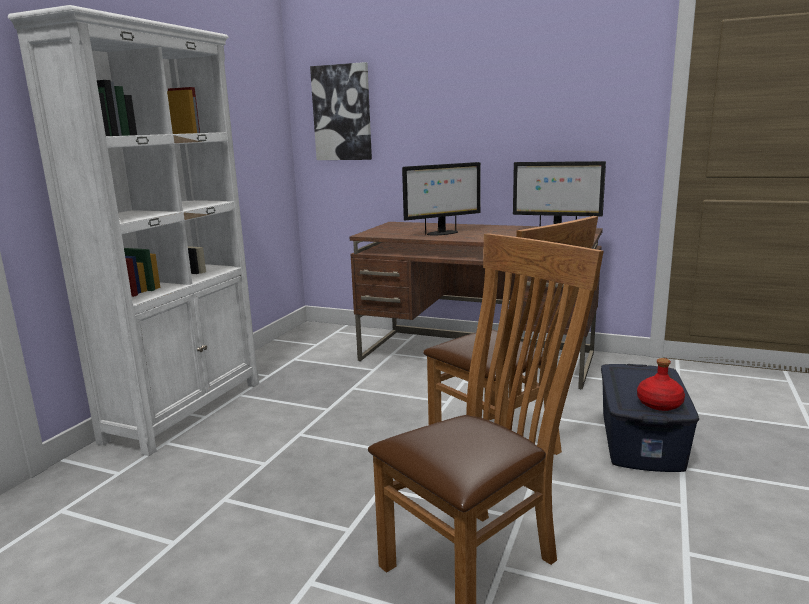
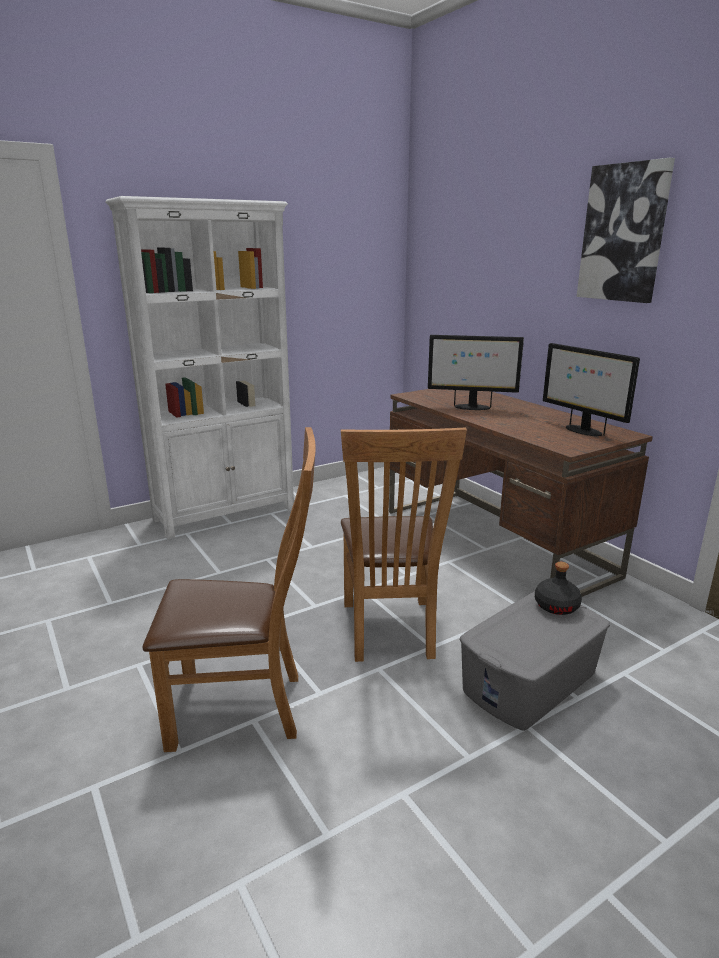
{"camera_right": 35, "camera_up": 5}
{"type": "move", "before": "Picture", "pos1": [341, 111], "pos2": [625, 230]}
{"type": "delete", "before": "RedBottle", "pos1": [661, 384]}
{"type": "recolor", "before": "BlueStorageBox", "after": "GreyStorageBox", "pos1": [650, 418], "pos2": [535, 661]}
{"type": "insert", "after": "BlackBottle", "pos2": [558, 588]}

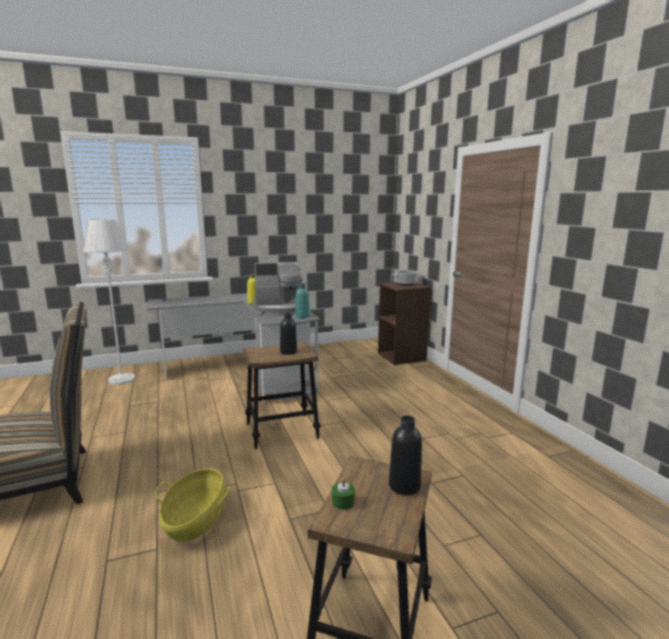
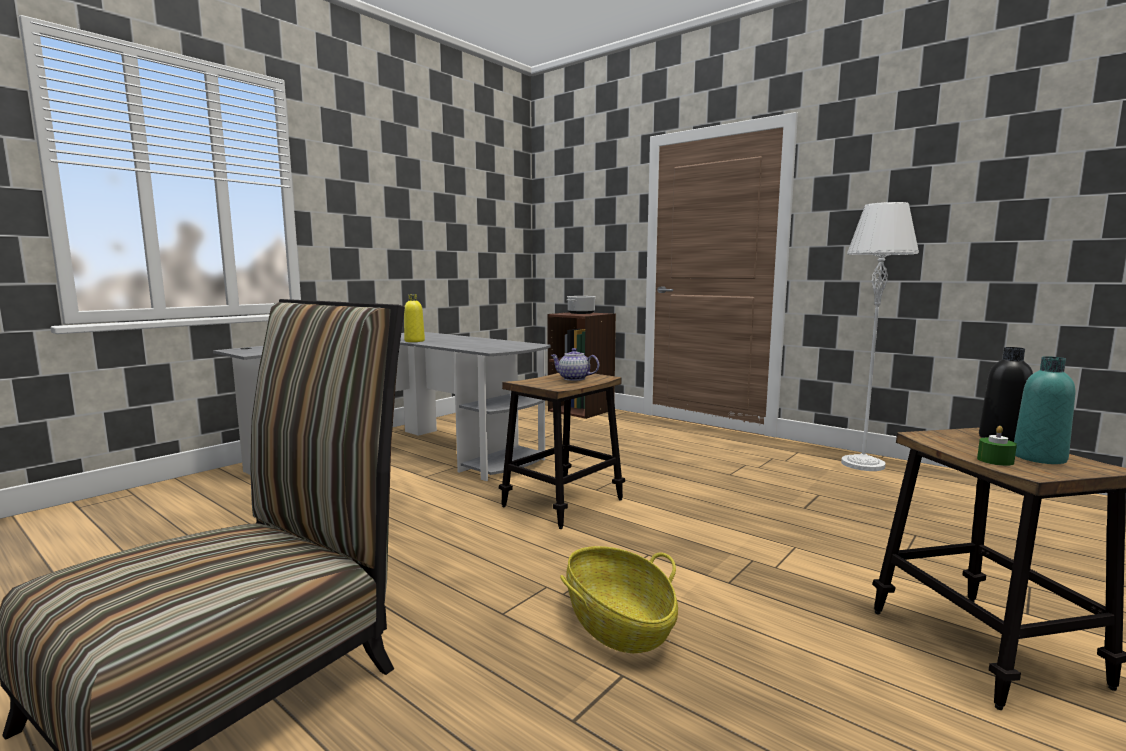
{"camera_right": -30, "camera_up": -5}
{"type": "move", "before": "WhiteFloorLamp", "pos1": [109, 302], "pos2": [880, 336]}
{"type": "delete", "before": "CoffeeMachine", "pos1": [277, 288]}
{"type": "move", "before": "TurquoiseBottle", "pos1": [302, 300], "pos2": [1044, 410]}
{"type": "replace", "before": "BlackBottle", "after": "Teapot", "pos1": [288, 334], "pos2": [575, 364]}

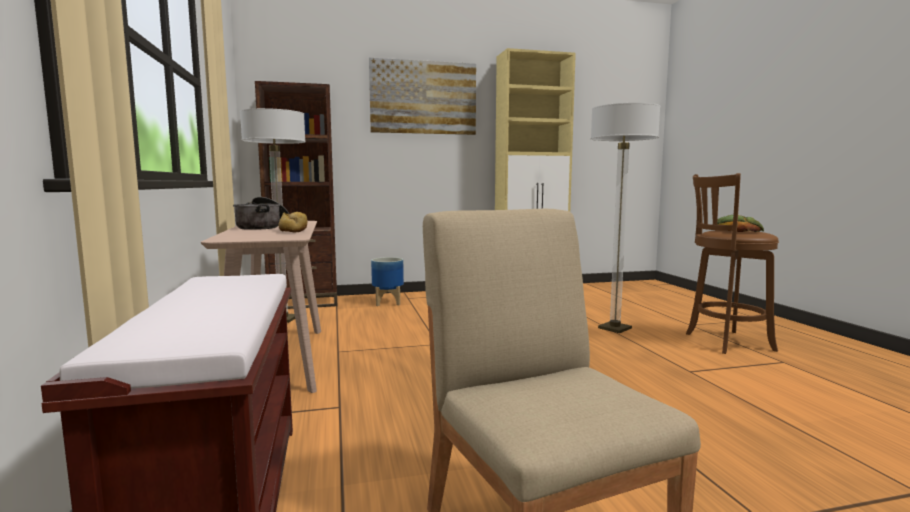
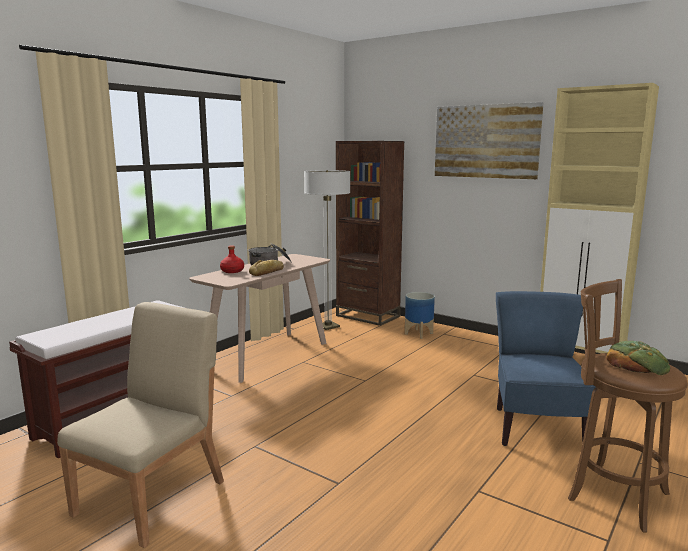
{"camera_right": 50, "camera_up": 5}
{"type": "replace", "before": "FloorLamp", "after": "BlueChair", "pos1": [625, 218], "pos2": [546, 368]}
{"type": "insert", "after": "RedBottle", "pos2": [232, 259]}

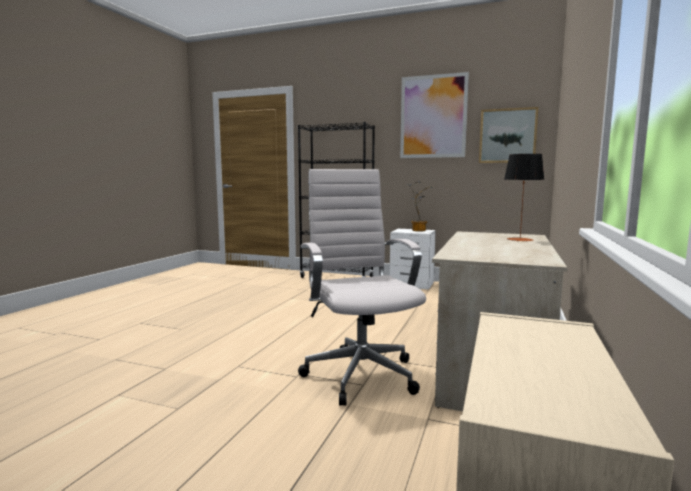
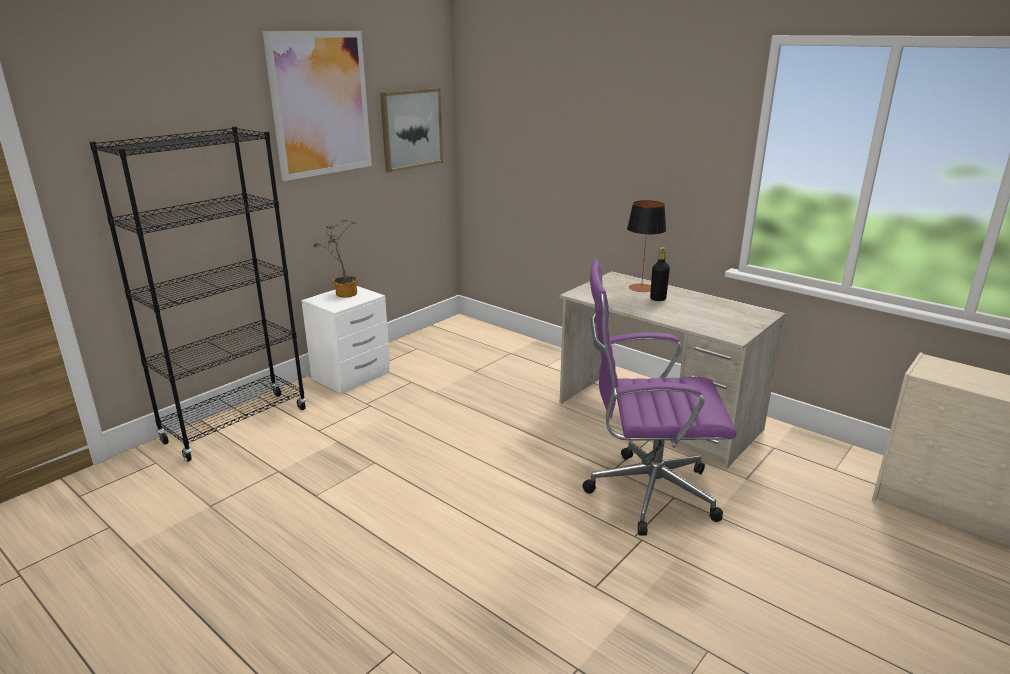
{"camera_right": -70, "camera_up": 15}
{"type": "recolor", "before": "WhiteOfficeChair", "after": "PurpleOfficeChair", "pos1": [362, 287], "pos2": [660, 397]}
{"type": "insert", "after": "BlackBottle", "pos2": [660, 274]}

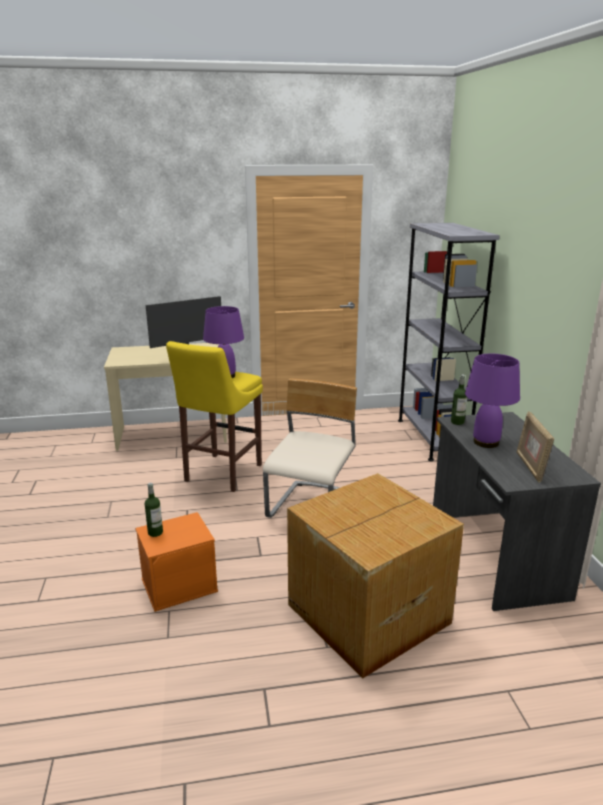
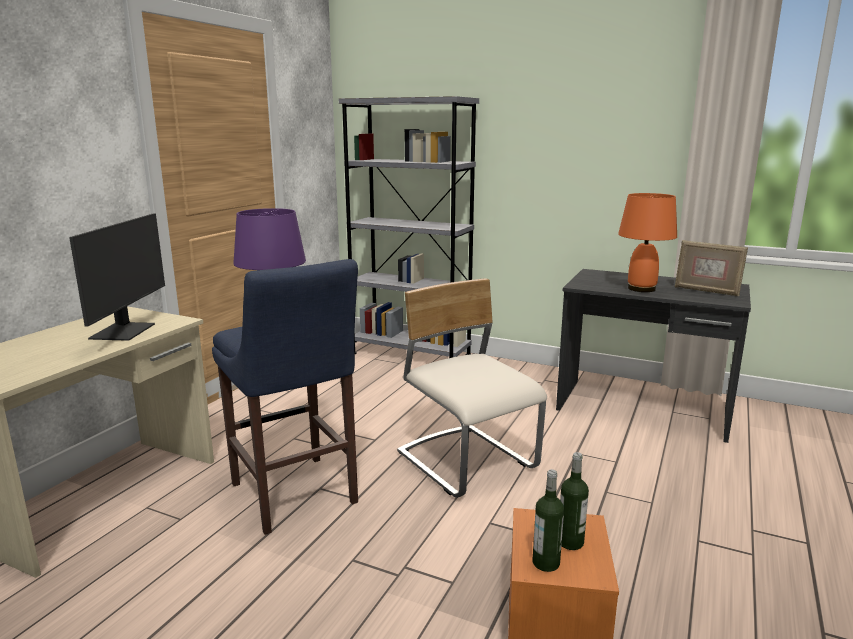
{"camera_right": -55, "camera_up": -5}
{"type": "recolor", "before": "YellowStool", "after": "BlueStool", "pos1": [214, 416], "pos2": [285, 397]}
{"type": "recolor", "before": "PurpleTableLamp", "after": "OrangeTableLamp", "pos1": [492, 401], "pos2": [647, 242]}
{"type": "move", "before": "Bottle", "pos1": [459, 400], "pos2": [574, 501]}
{"type": "delete", "before": "CardboardBox", "pos1": [375, 576]}

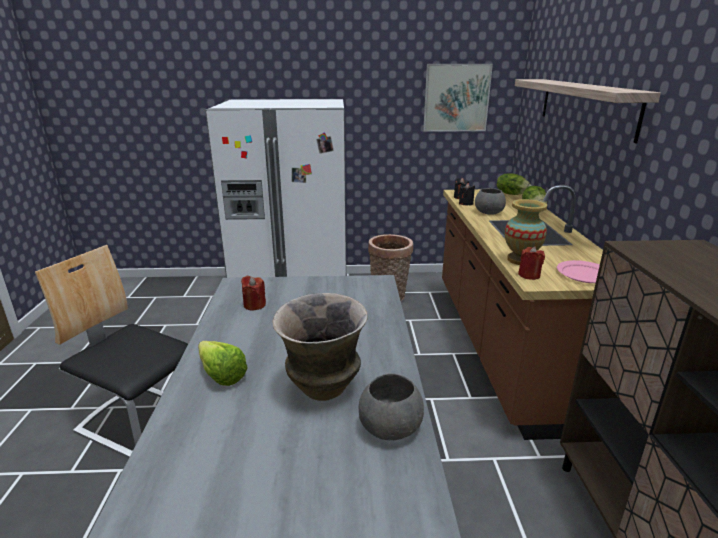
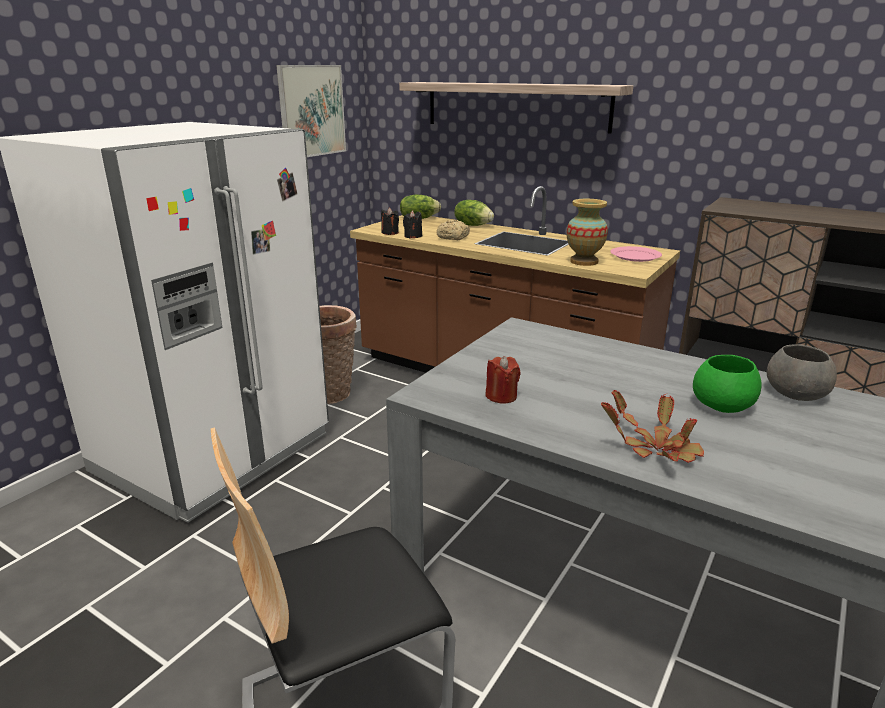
{"camera_right": -55, "camera_up": 0}
{"type": "replace", "before": "GreyBowl", "after": "Bread", "pos1": [490, 201], "pos2": [453, 230]}
{"type": "delete", "before": "RedCandle", "pos1": [531, 263]}
{"type": "replace", "before": "Vase", "after": "GreenBowl", "pos1": [320, 347], "pos2": [727, 384]}
{"type": "replace", "before": "Lettuce", "after": "PottedPlant", "pos1": [223, 363], "pos2": [652, 426]}

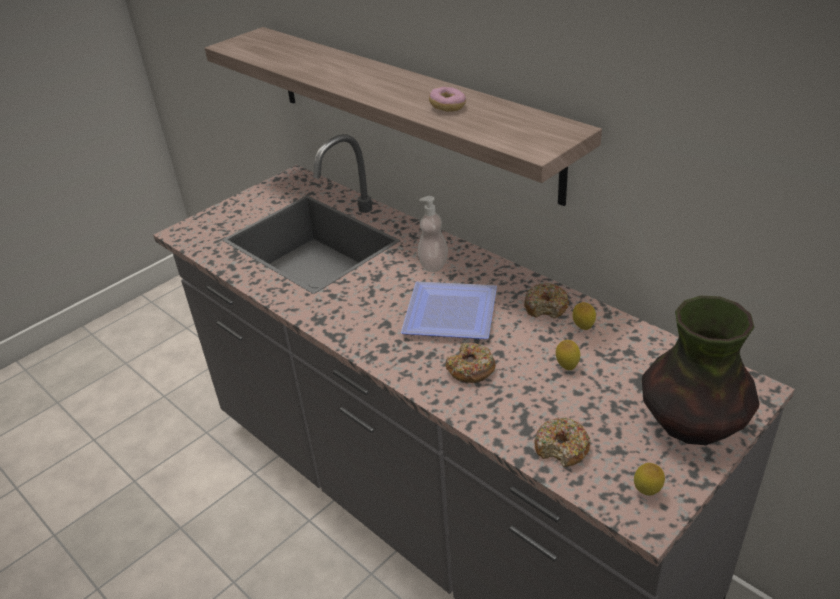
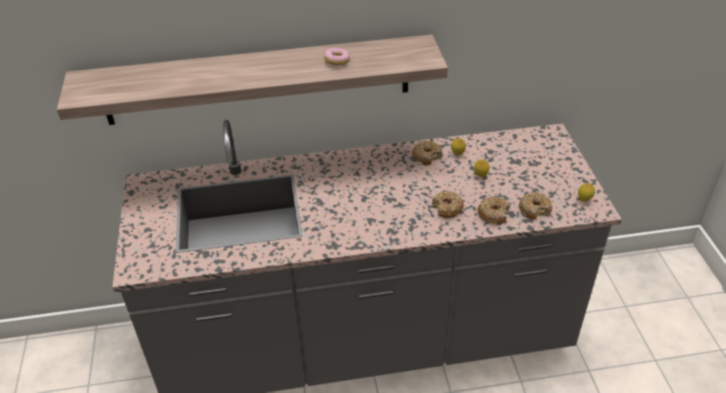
{"camera_right": -55, "camera_up": 5}
{"type": "delete", "before": "SoapDispenser", "pos1": [433, 234]}
{"type": "delete", "before": "Plate", "pos1": [449, 310]}
{"type": "delete", "before": "Vase", "pos1": [701, 370]}
{"type": "insert", "after": "Donut", "pos2": [493, 211]}

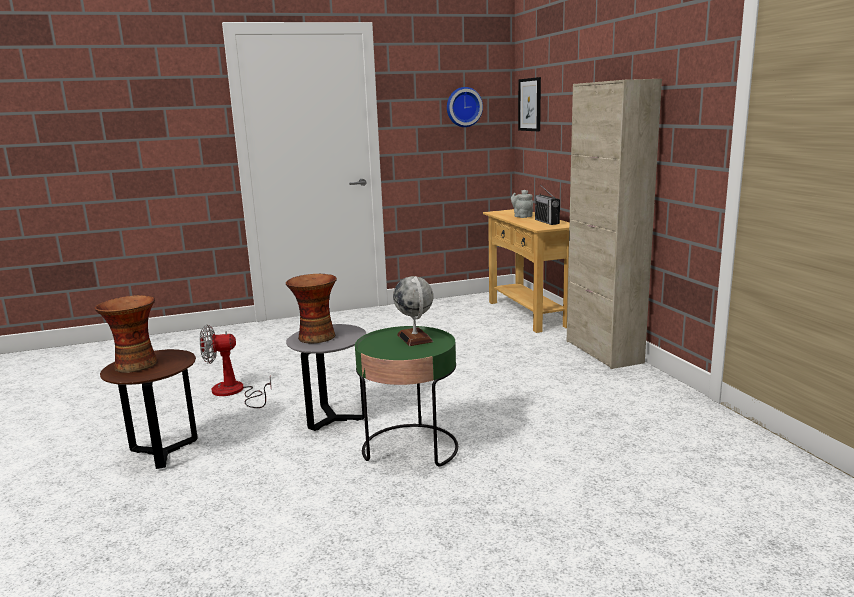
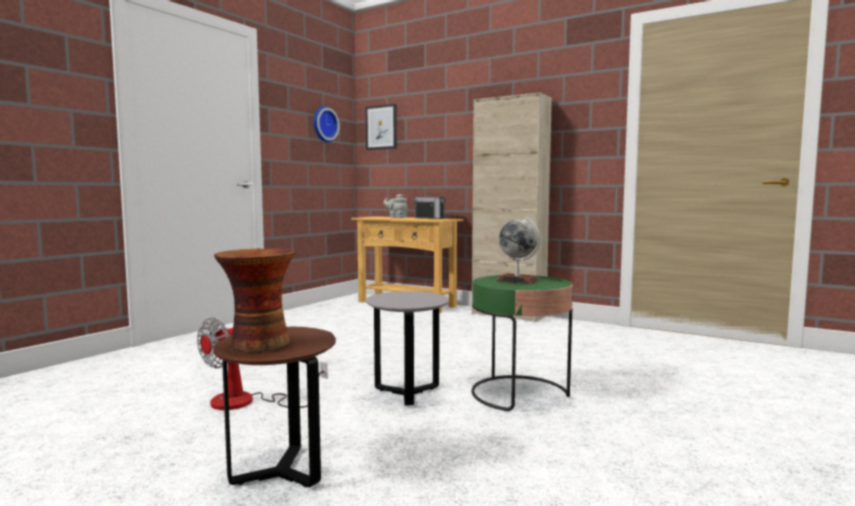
{"camera_right": -40, "camera_up": -10}
{"type": "delete", "before": "Vase", "pos1": [311, 308]}

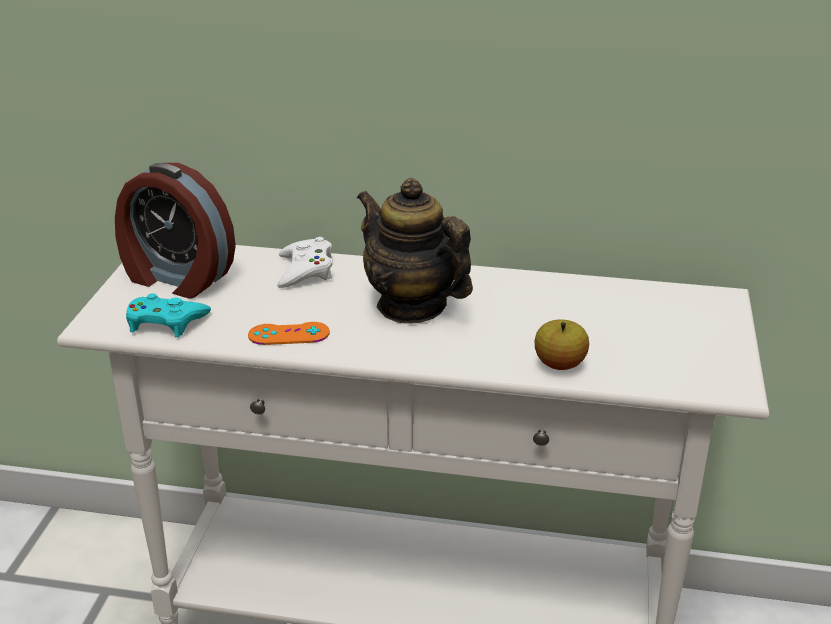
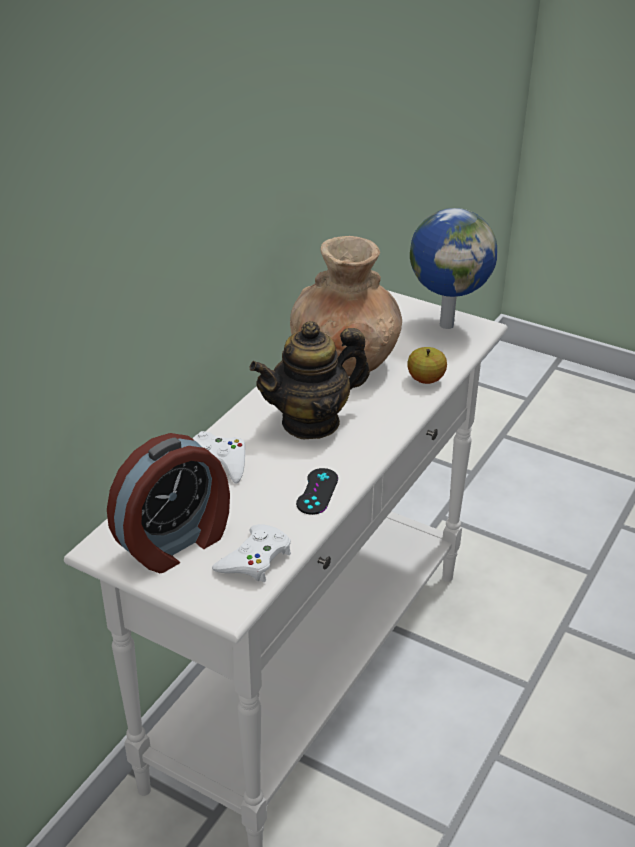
{"camera_right": -70, "camera_up": 5}
{"type": "recolor", "before": "TurquoiseGameController", "after": "WhiteGameController", "pos1": [168, 315], "pos2": [251, 553]}
{"type": "recolor", "before": "OrangeGameController", "after": "BlackGameController", "pos1": [289, 333], "pos2": [317, 491]}
{"type": "insert", "after": "Globe", "pos2": [453, 268]}
{"type": "insert", "after": "BrownVase", "pos2": [346, 306]}

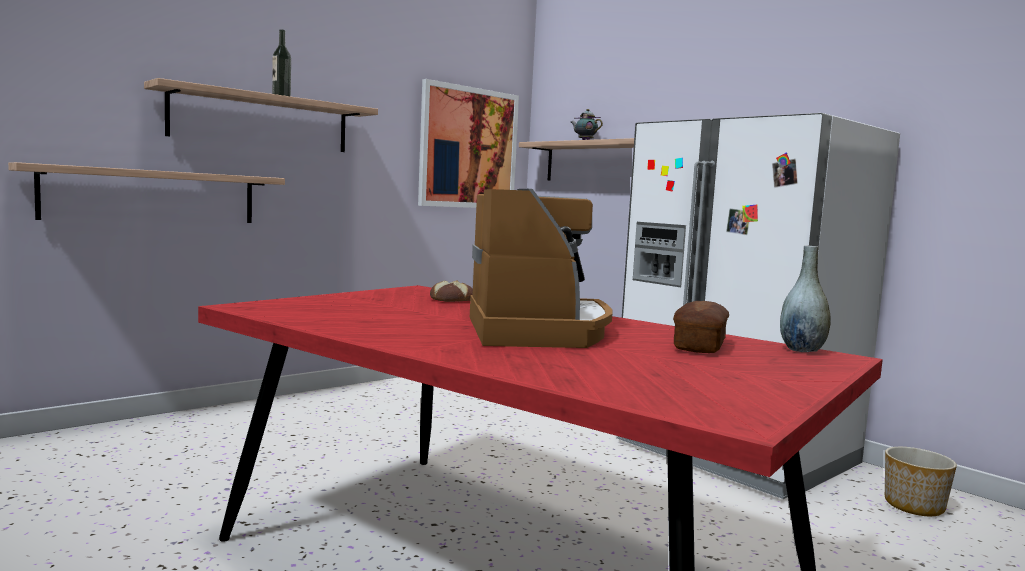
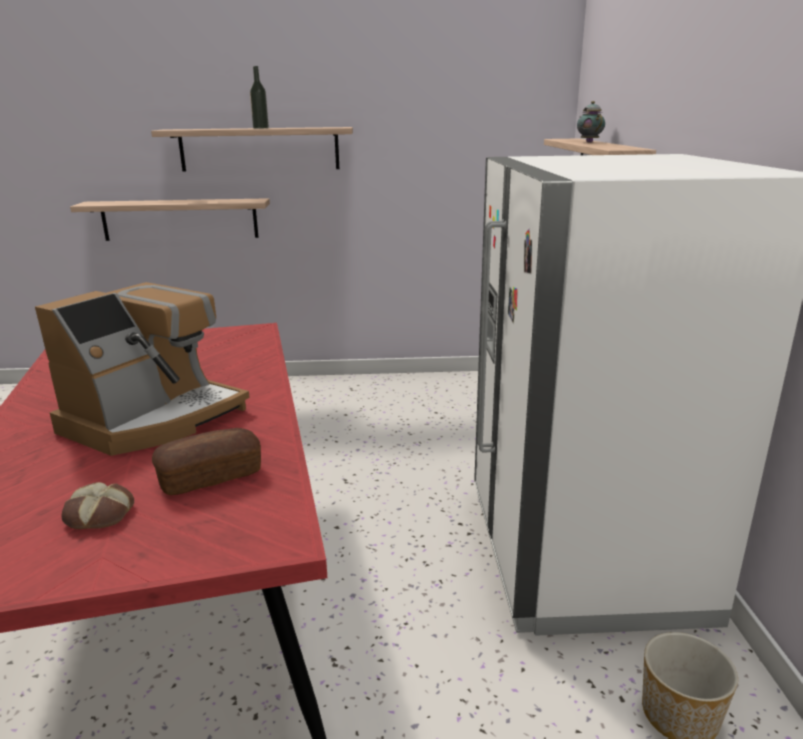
{"camera_right": 40, "camera_up": 15}
{"type": "delete", "before": "Picture", "pos1": [468, 143]}
{"type": "delete", "before": "GreyVase", "pos1": [805, 298]}
{"type": "move", "before": "Bread", "pos1": [451, 291], "pos2": [98, 505]}

